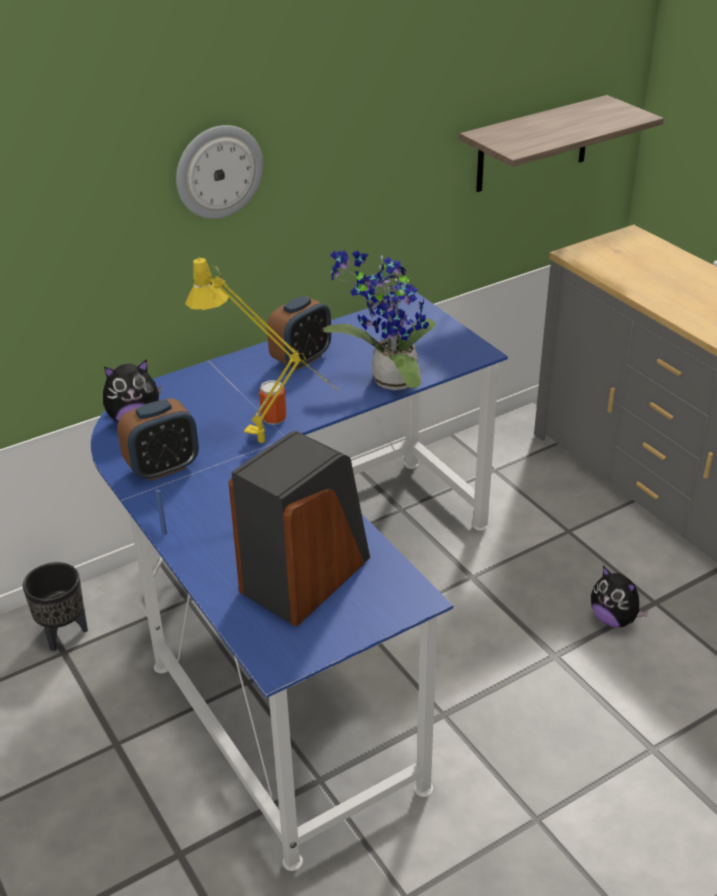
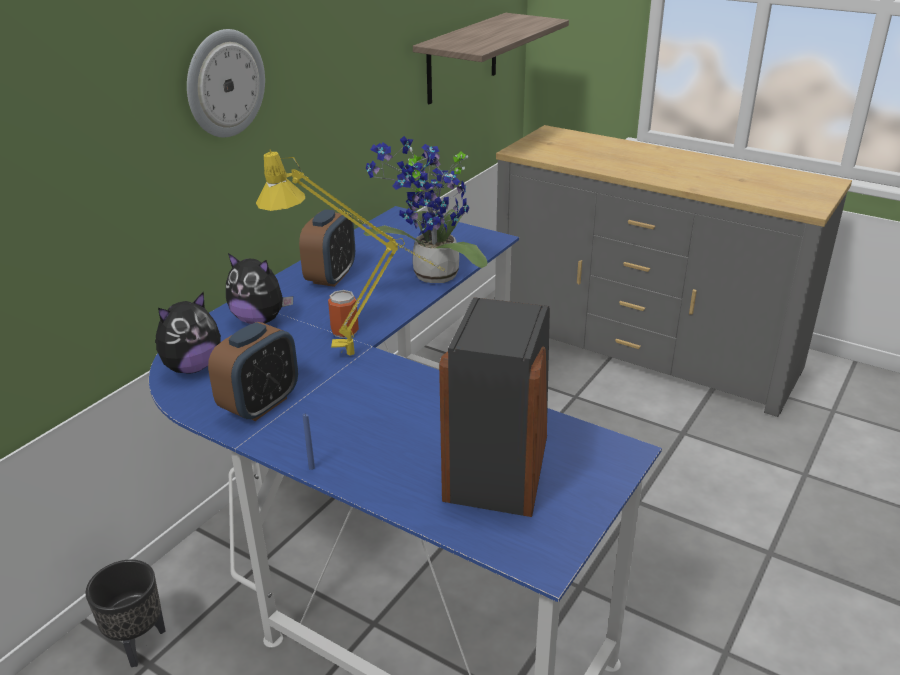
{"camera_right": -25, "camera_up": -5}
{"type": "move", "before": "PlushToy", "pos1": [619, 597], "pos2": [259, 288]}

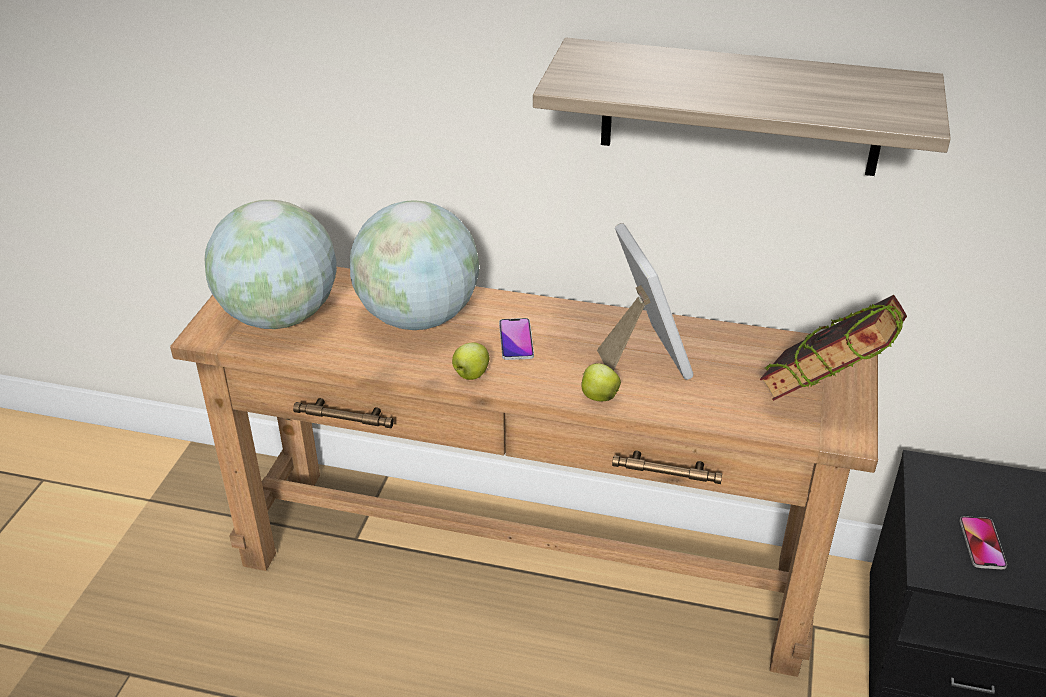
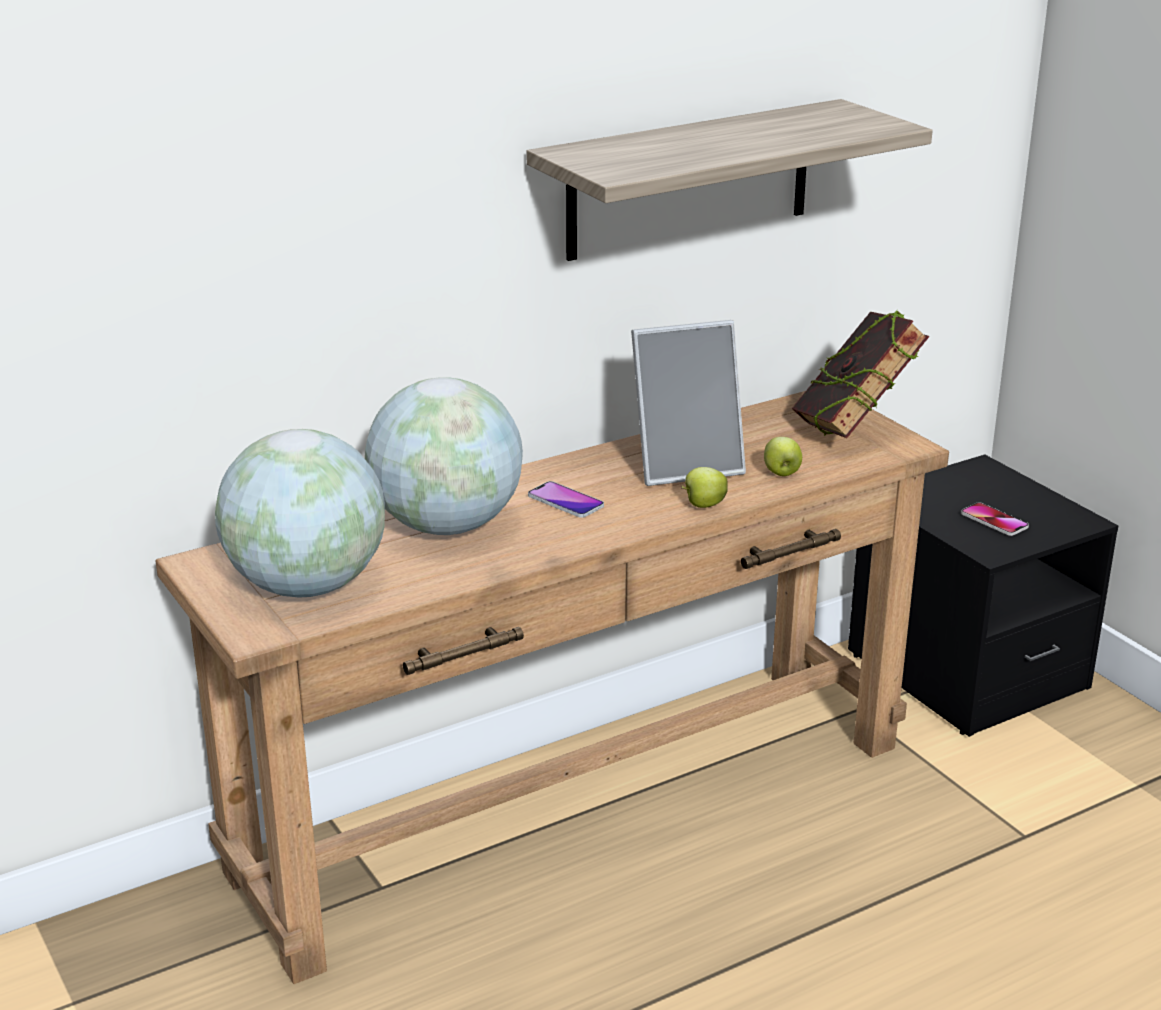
{"camera_right": -45, "camera_up": -10}
{"type": "rotate", "before": "PictureFrame", "pos1": [645, 301], "pos2": [688, 403], "turn": 135}
{"type": "move", "before": "Apple", "pos1": [471, 361], "pos2": [783, 456]}

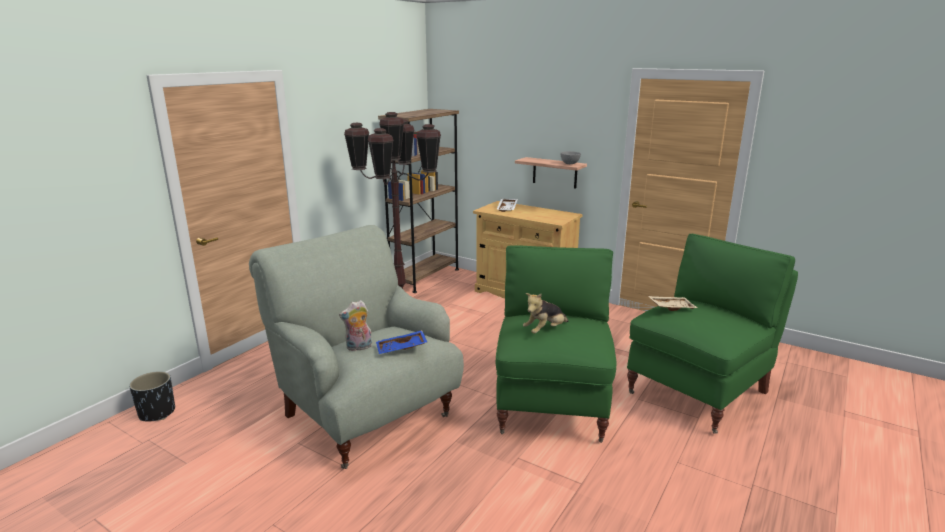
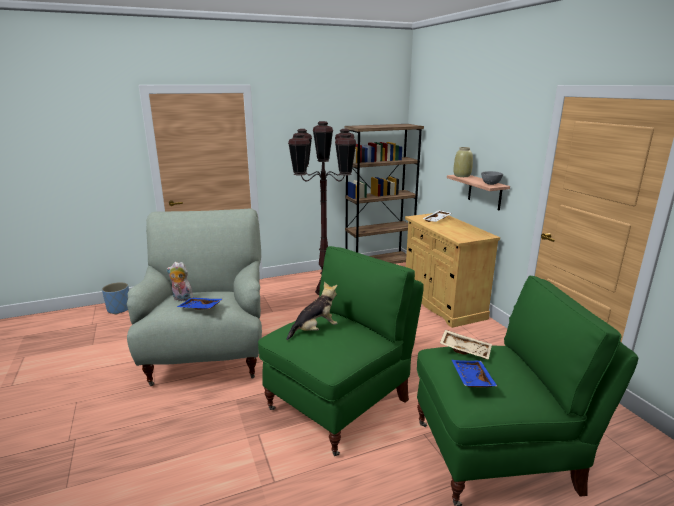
{"camera_right": 35, "camera_up": 0}
{"type": "rotate", "before": "PlushToy", "pos1": [545, 313], "pos2": [312, 311], "turn": 150}
{"type": "recolor", "before": "BlackPlanter", "after": "BluePlanter", "pos1": [152, 396], "pos2": [115, 298]}
{"type": "insert", "after": "BeigeVase", "pos2": [463, 162]}
{"type": "insert", "after": "BlueTray", "pos2": [474, 373]}

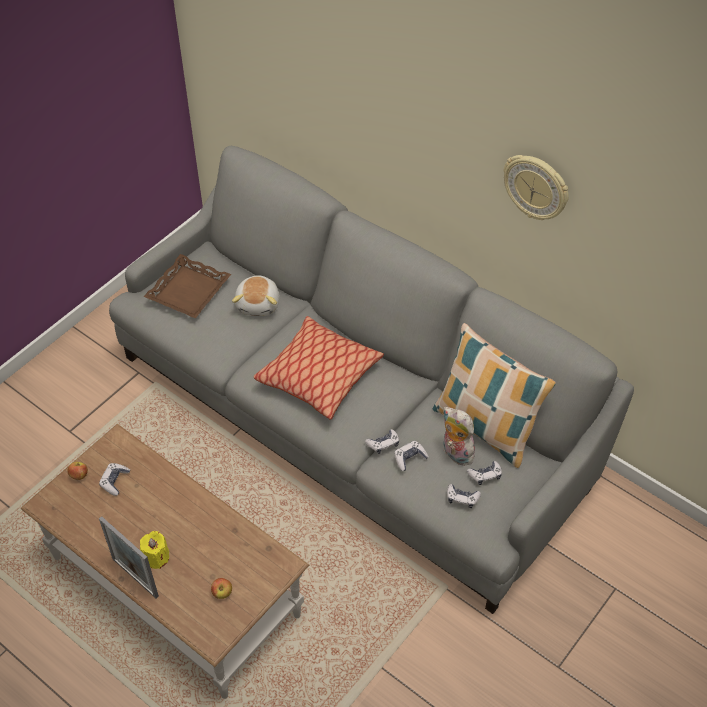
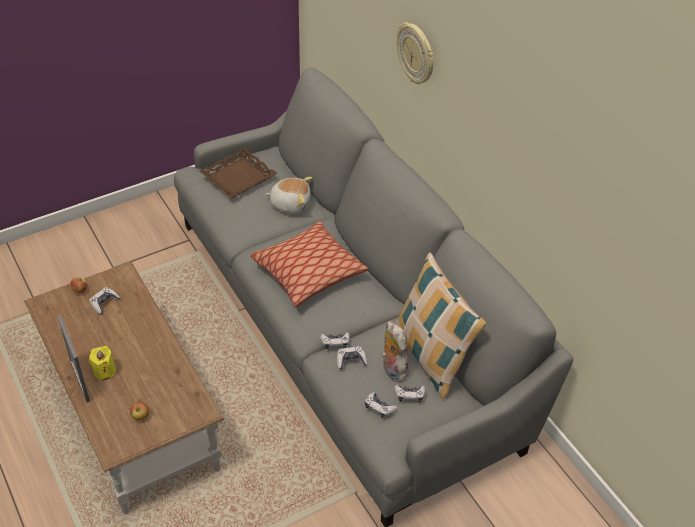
{"camera_right": 20, "camera_up": -5}
{"type": "move", "before": "WallClock", "pos1": [536, 187], "pos2": [415, 53]}
{"type": "rotate", "before": "PlushToy", "pos1": [256, 295], "pos2": [288, 195], "turn": -105}

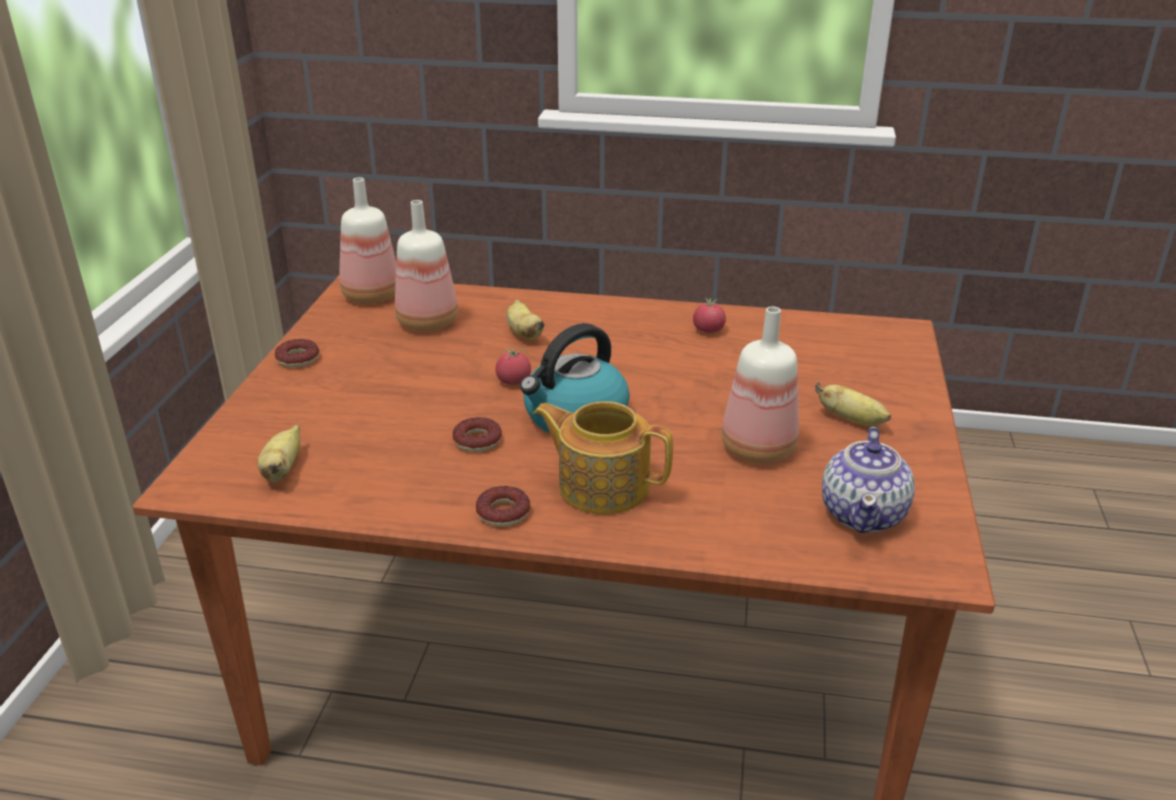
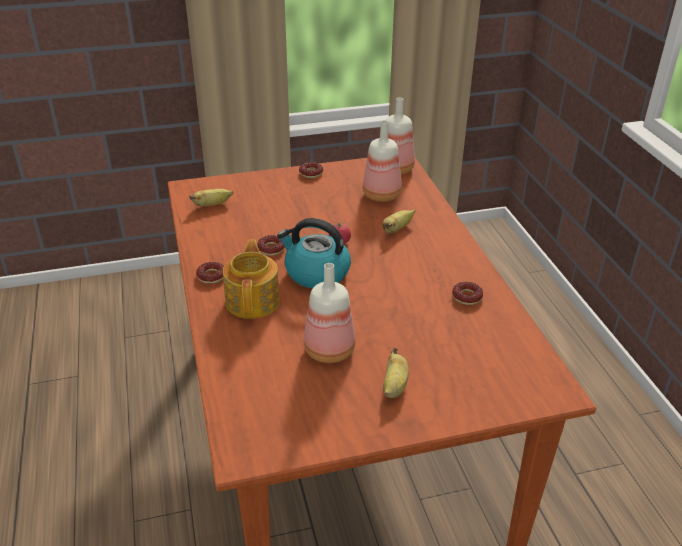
{"camera_right": 65, "camera_up": 5}
{"type": "replace", "before": "Tomato", "after": "Donut", "pos1": [709, 314], "pos2": [467, 293]}
{"type": "delete", "before": "Teapot", "pos1": [868, 480]}

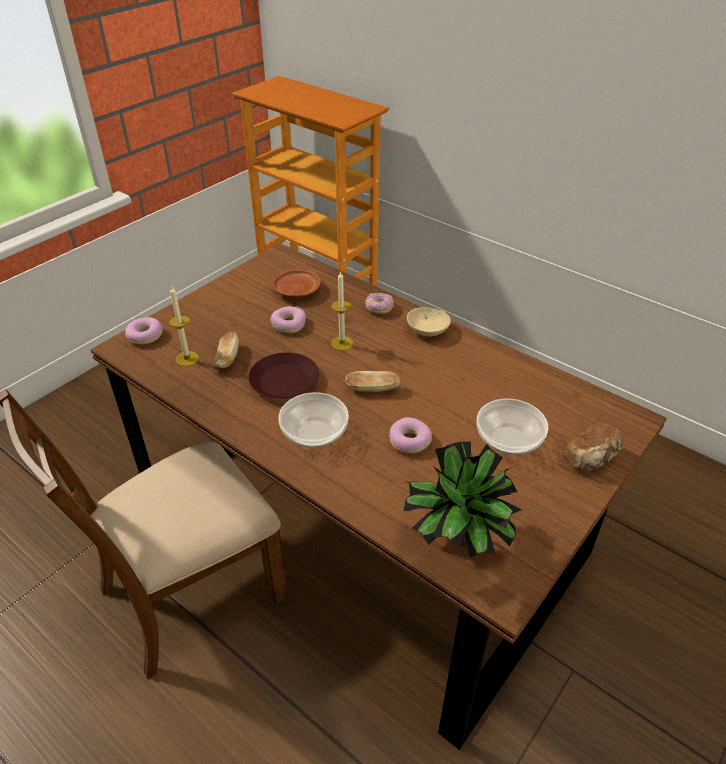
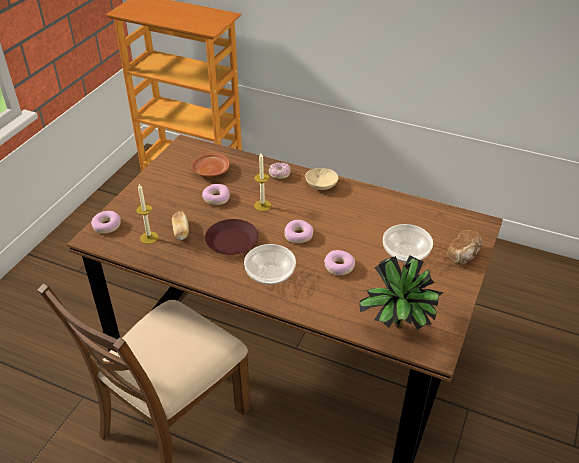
{"camera_right": -15, "camera_up": 0}
{"type": "replace", "before": "Bread", "after": "Donut", "pos1": [372, 381], "pos2": [298, 231]}

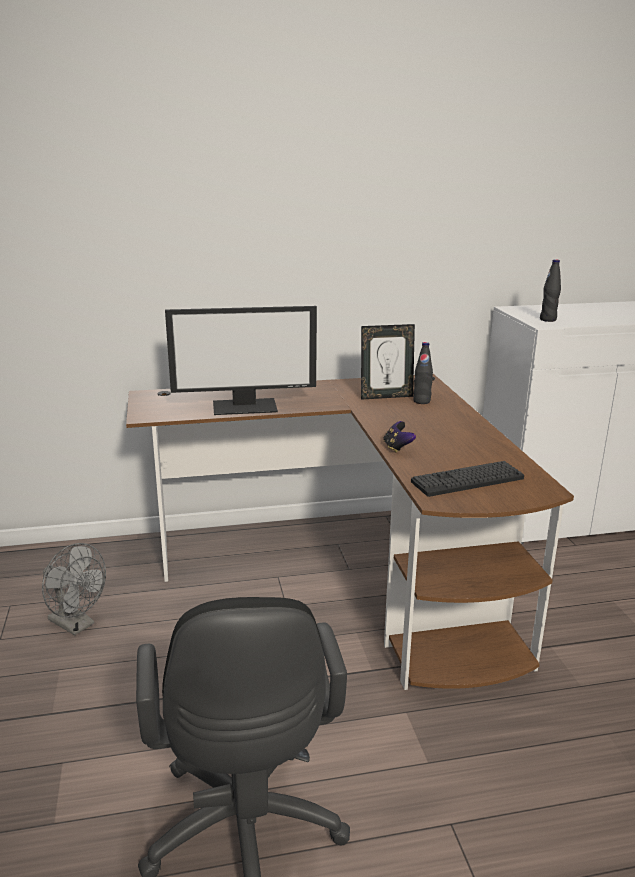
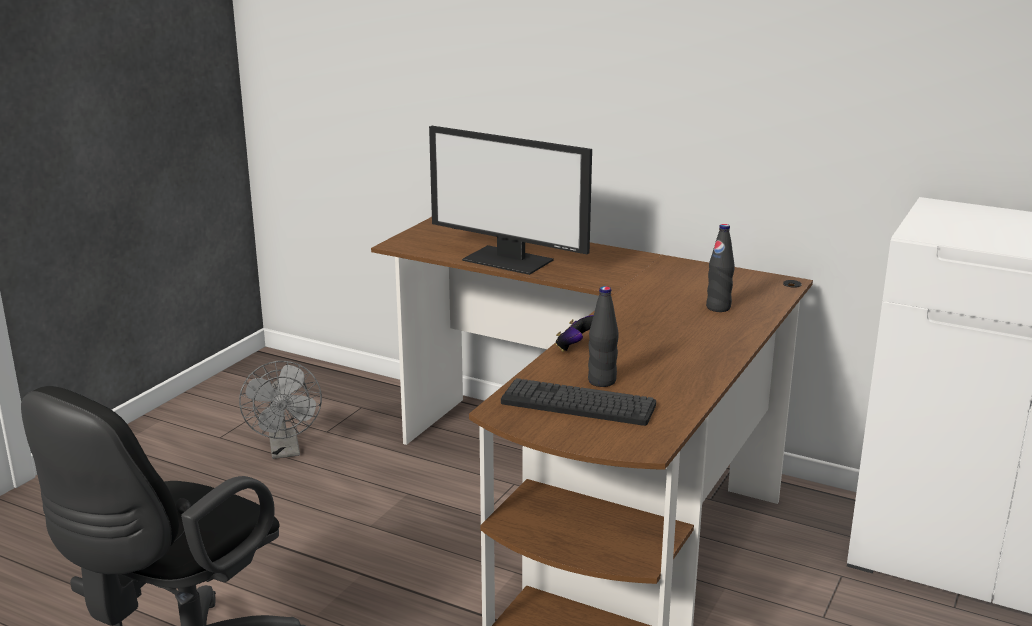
{"camera_right": 40, "camera_up": 0}
{"type": "move", "before": "BlackBottle", "pos1": [550, 290], "pos2": [603, 336]}
{"type": "delete", "before": "PictureFrame", "pos1": [388, 362]}

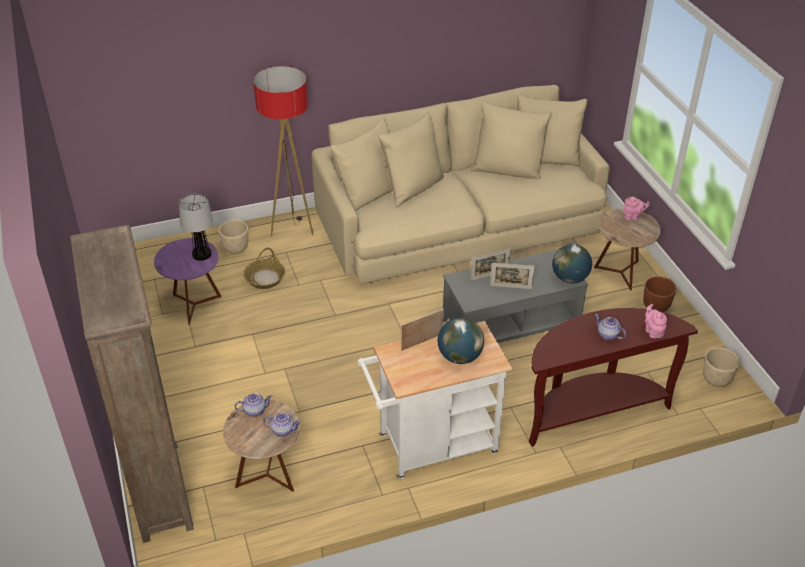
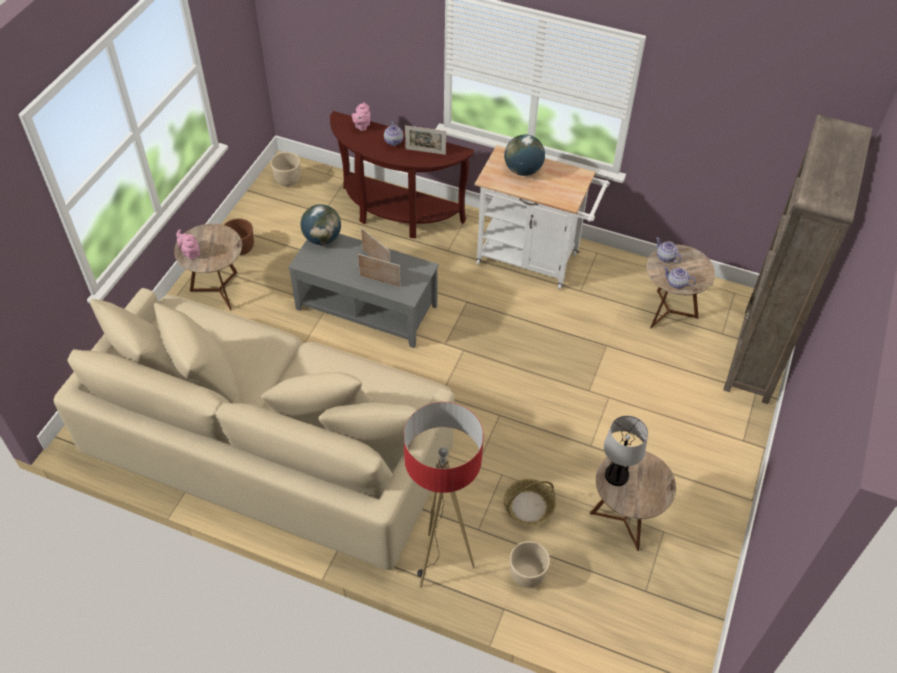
{"camera_right": -140, "camera_up": 10}
{"type": "recolor", "before": "PurpleSideTable", "after": "BrownSideTable", "pos1": [188, 281], "pos2": [633, 501]}
{"type": "move", "before": "PictureFrame", "pos1": [422, 330], "pos2": [425, 140]}

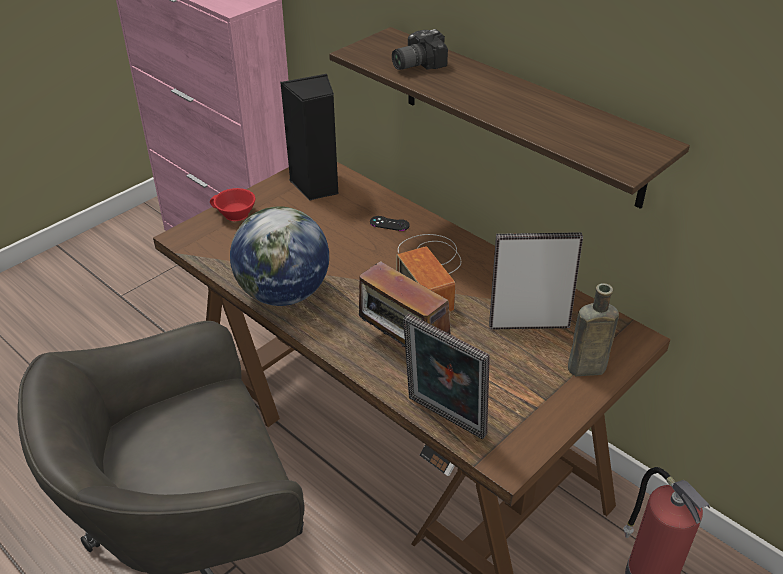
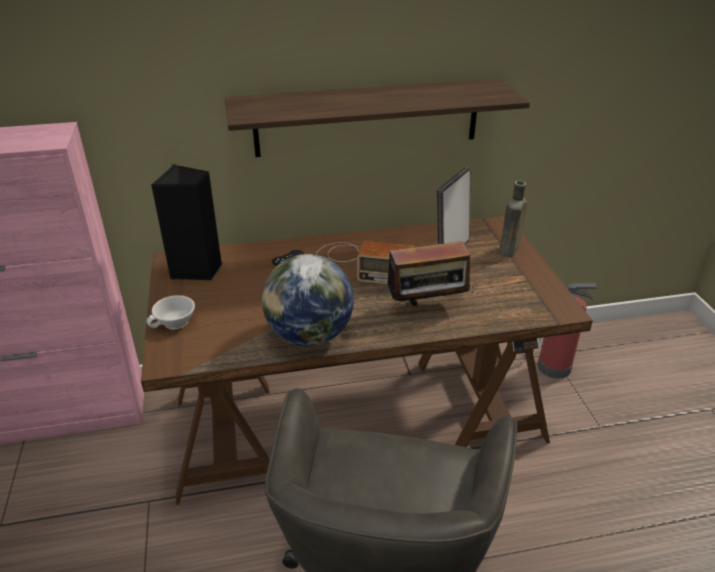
{"camera_right": -55, "camera_up": -5}
{"type": "delete", "before": "PhotoCamera", "pos1": [420, 49]}
{"type": "recolor", "before": "RedCup", "after": "WhiteCup", "pos1": [232, 204], "pos2": [171, 312]}
{"type": "delete", "before": "PictureFrame", "pos1": [446, 376]}

